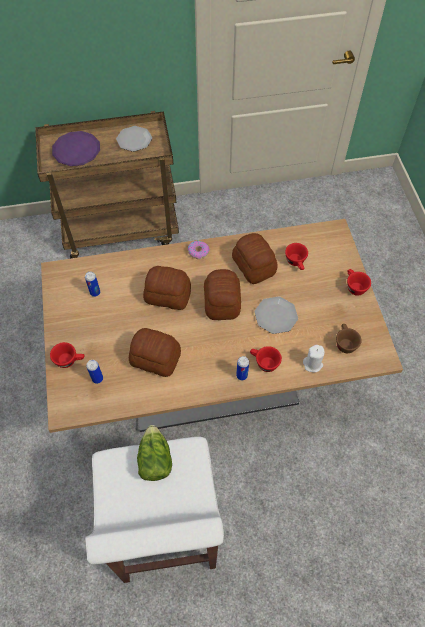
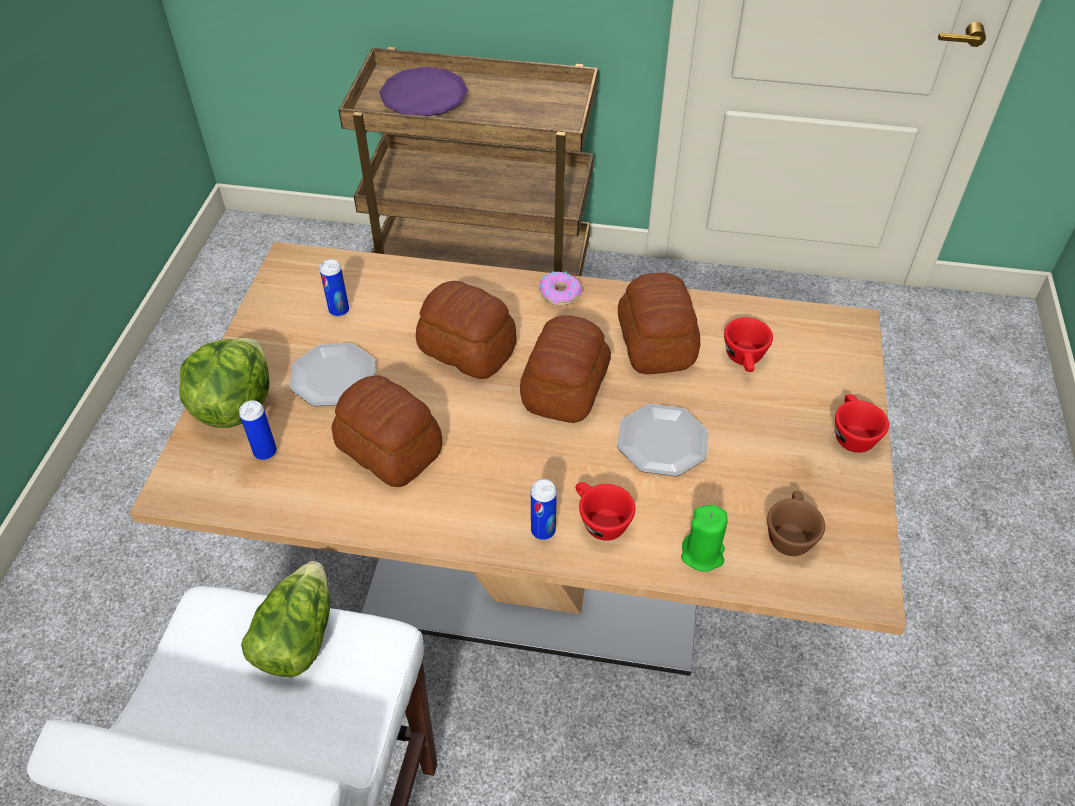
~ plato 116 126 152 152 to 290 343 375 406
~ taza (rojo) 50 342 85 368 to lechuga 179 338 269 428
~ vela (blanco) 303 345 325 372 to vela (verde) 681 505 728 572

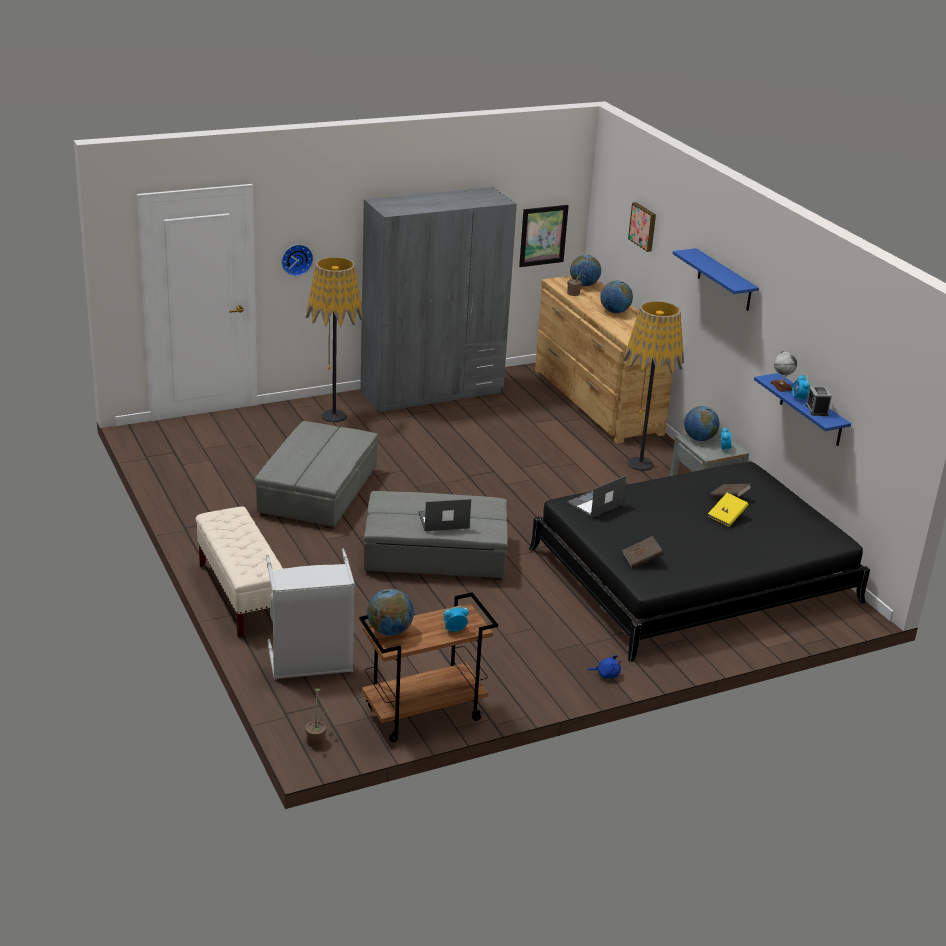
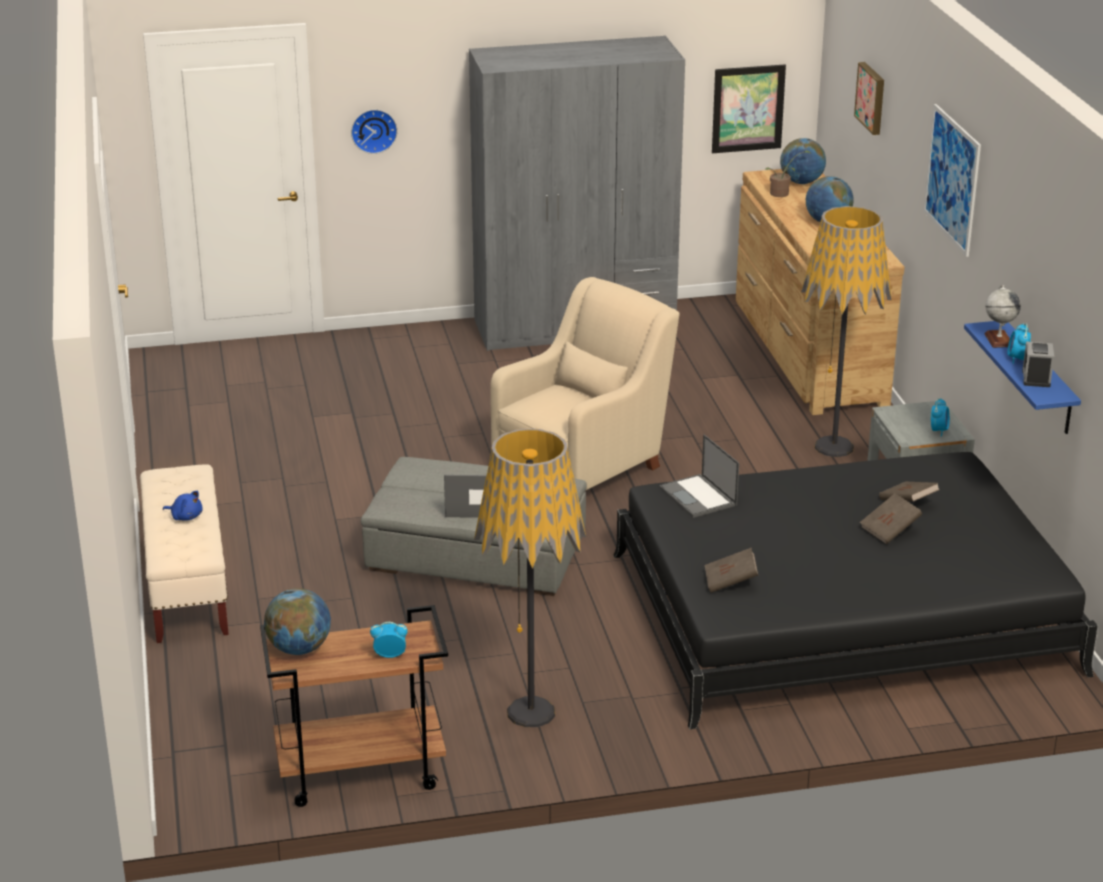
- puf (gris) 254 421 378 529
- cesto de la ropa (gris) 266 548 355 680
- planta en maceta 305 689 328 748
- globo terráqueo 684 406 720 441
+ sillón (beis) 490 277 680 491
~ lámpara de pie 306 257 364 423 to 474 429 586 727
~ peluche (azul) 587 655 621 679 to 163 491 203 521
~ estante (azul) 673 248 759 311 to cuadro 923 104 981 257
~ libro (amarillo) 708 493 749 527 to libro (marrón) 860 493 922 544
~ portátil 567 475 626 518 = 659 434 739 518 90 degrees counterclockwise

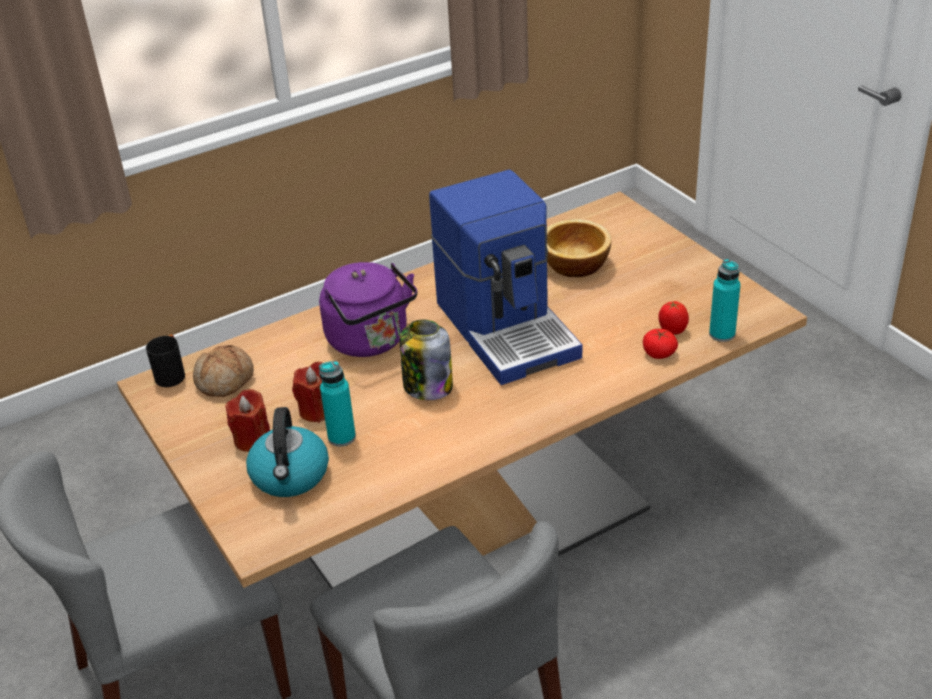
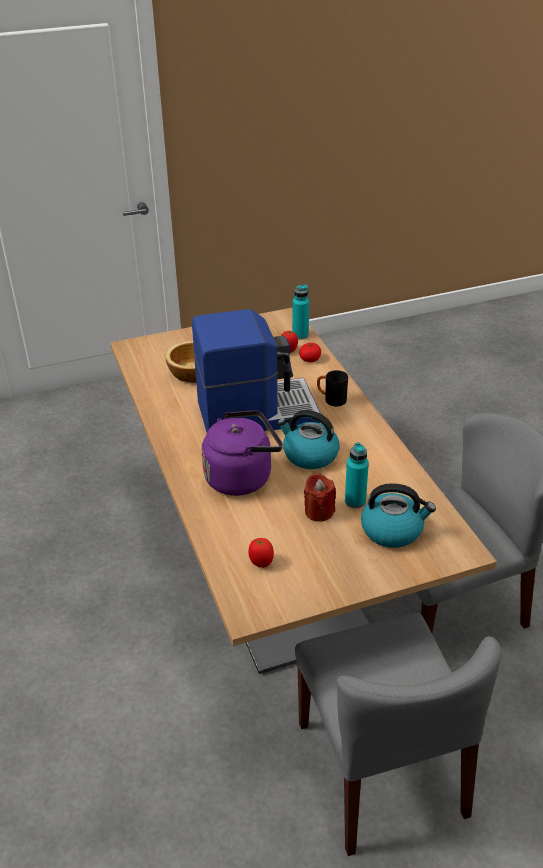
- vela (rojo) 226 389 270 452
~ taza grande (negro) 146 335 185 387 to 317 370 348 407
~ pan 193 345 254 397 to tomate 248 538 274 568
~ tarro 400 319 453 400 to hervidor 277 410 340 469

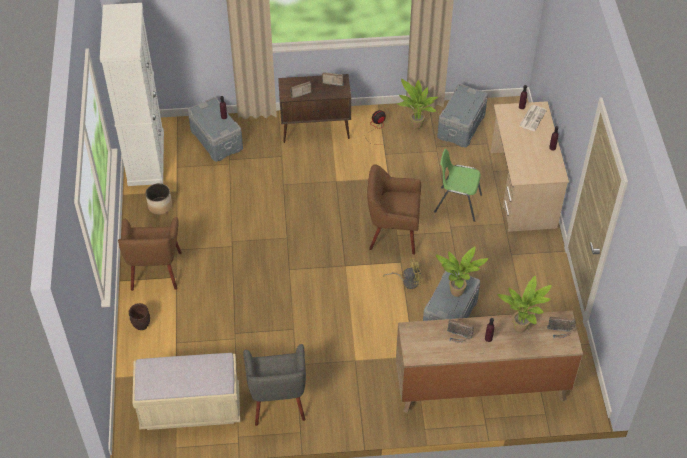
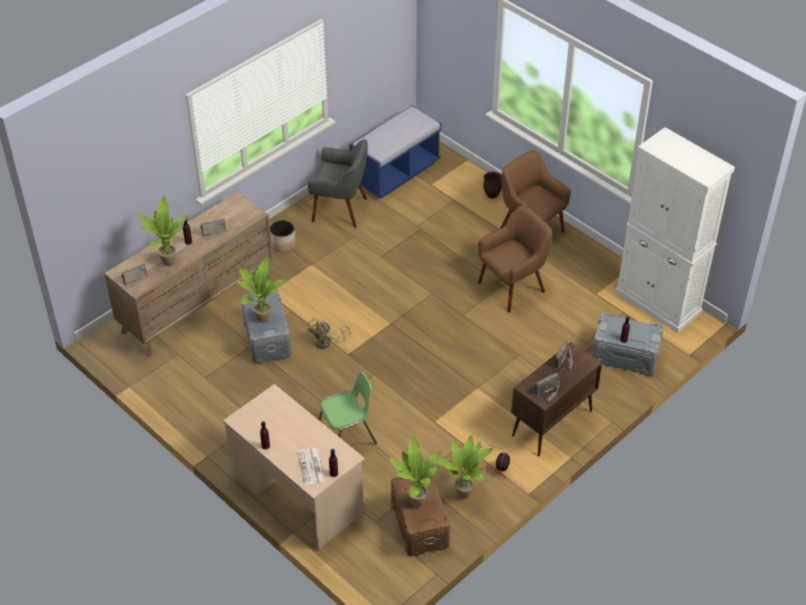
+ planta en maceta 389 435 441 507
~ maceta 145 183 172 215 to 270 220 296 252
~ sillón (marrón) 367 164 421 255 to 478 205 552 313
~ banco (beis) 132 353 240 430 to banco (azul) 349 105 441 199
~ caja de almacenaje (gris) 437 84 488 148 to caja de almacenaje (marrón) 391 475 450 556
~ sillón (gris) 243 344 306 426 = 308 139 368 228 150 degrees clockwise

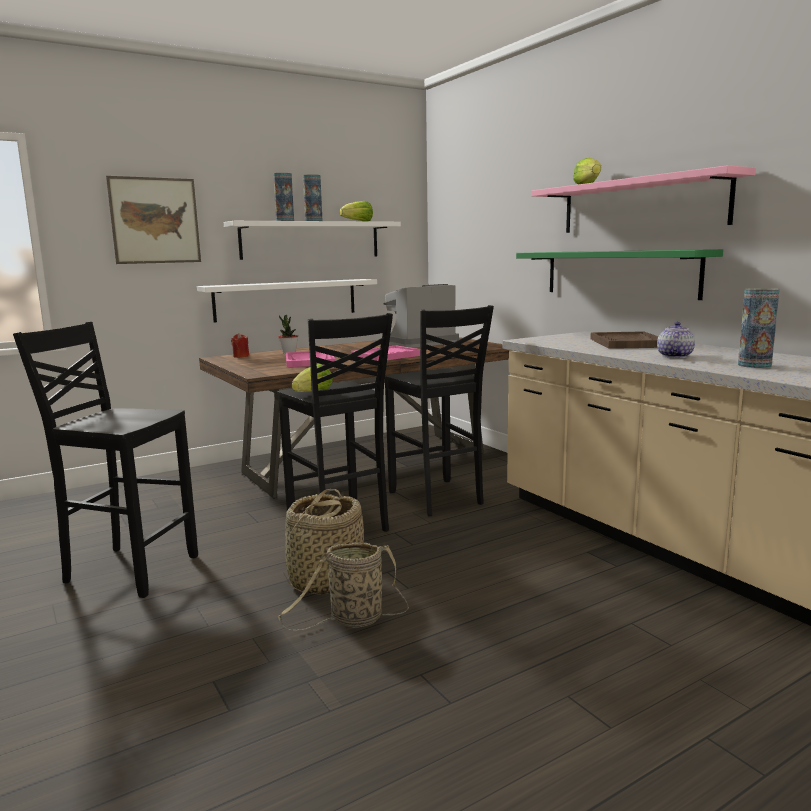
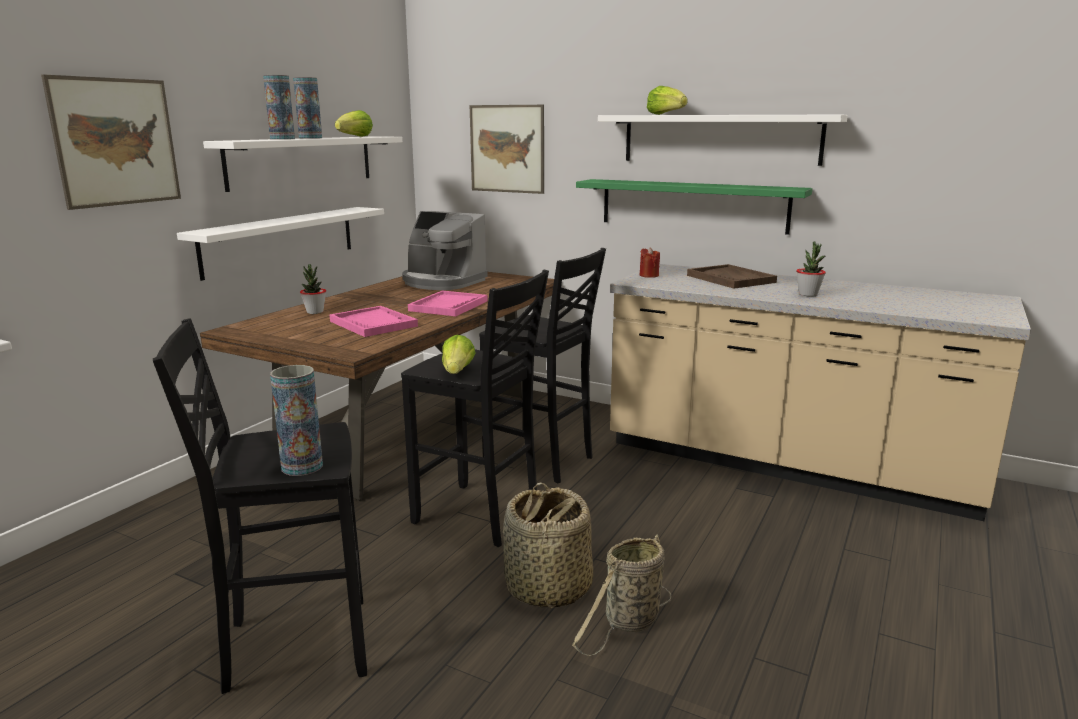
+ cuadro 470 105 544 194
~ vela (rojo) 231 333 249 358 to 640 247 660 278
~ florero 738 288 780 368 to 270 365 323 476
~ tetera 657 322 695 358 to planta en maceta 796 242 826 297
~ estante (rosa) 531 165 756 233 to estante (blanco) 598 115 848 166
~ cafetera 383 284 459 348 = 402 211 488 290 90 degrees counterclockwise

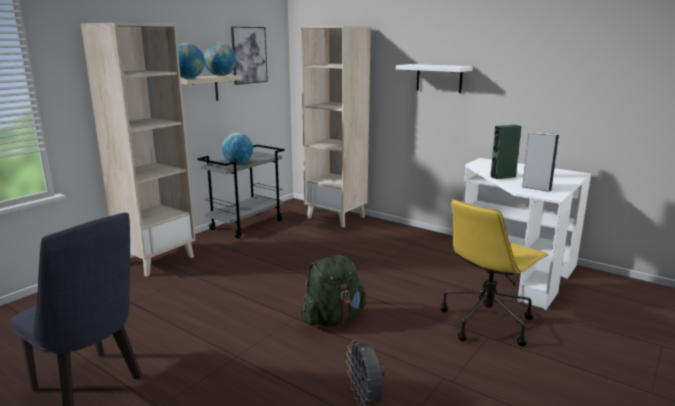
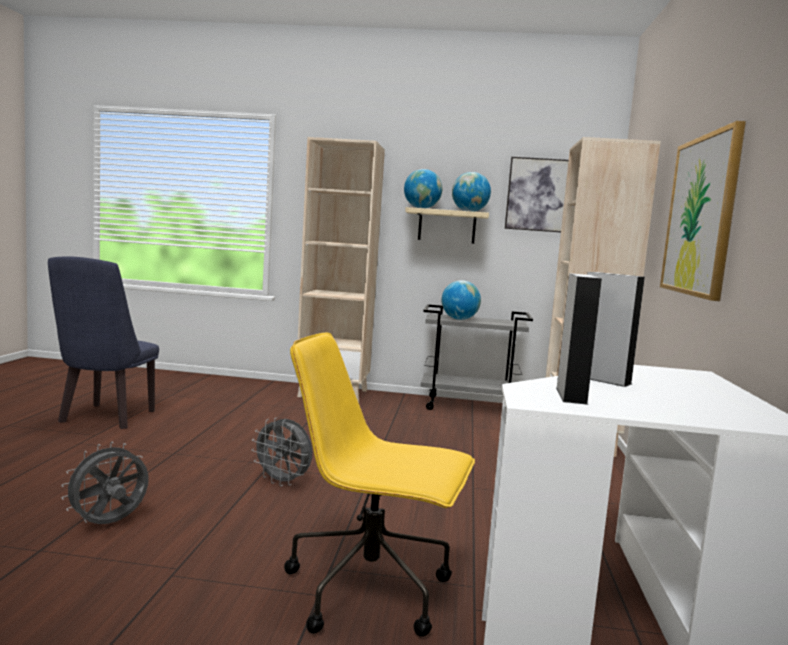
~ mochila (verde) 301 255 366 326 to ventilador (gris) 251 417 312 486
~ estante (blanco) 396 64 473 93 to cuadro 660 121 746 301
~ altavoz (verde) 490 125 522 179 to altavoz (gris) 587 272 645 387

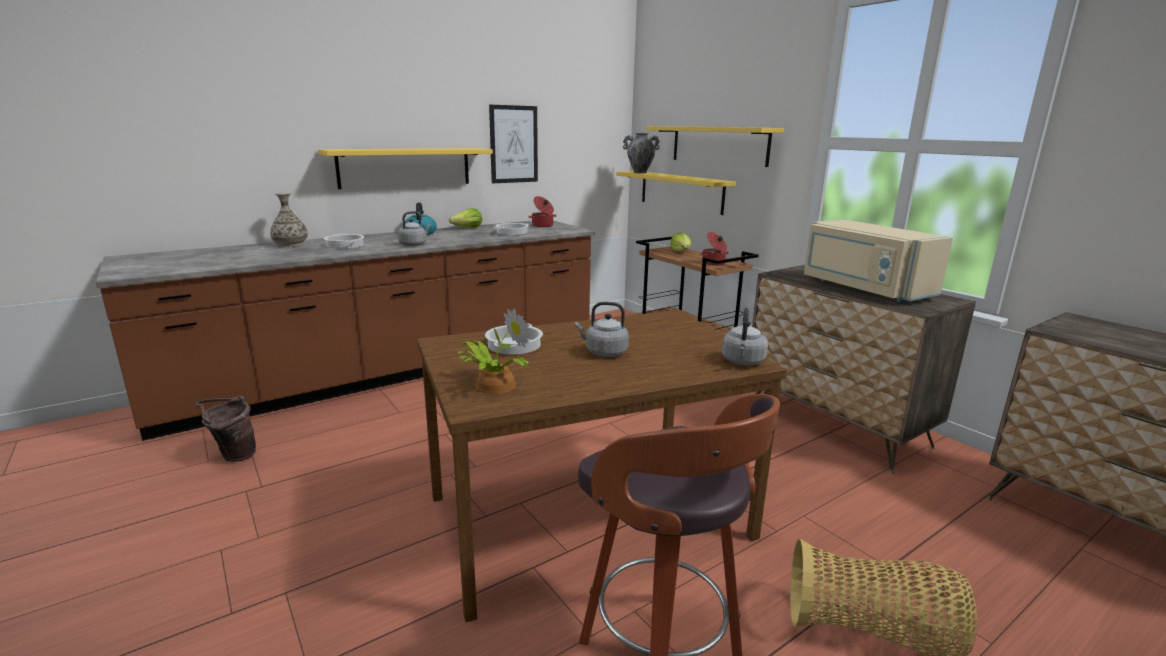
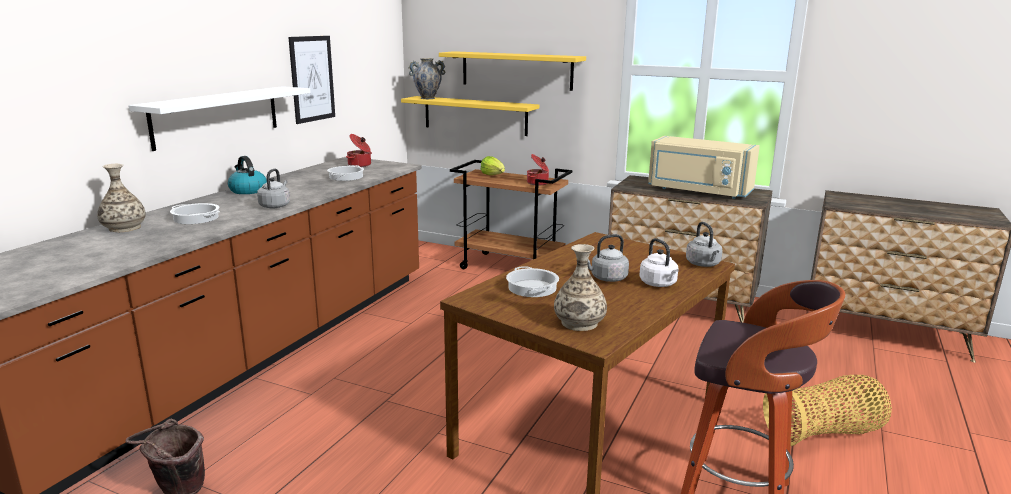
- lechuga 449 208 482 228
+ hervidor (blanco) 639 238 679 287
~ planta en maceta 458 308 530 394 to florero 554 244 607 331
~ estante (amarillo) 318 148 493 189 to estante (blanco) 128 86 311 151

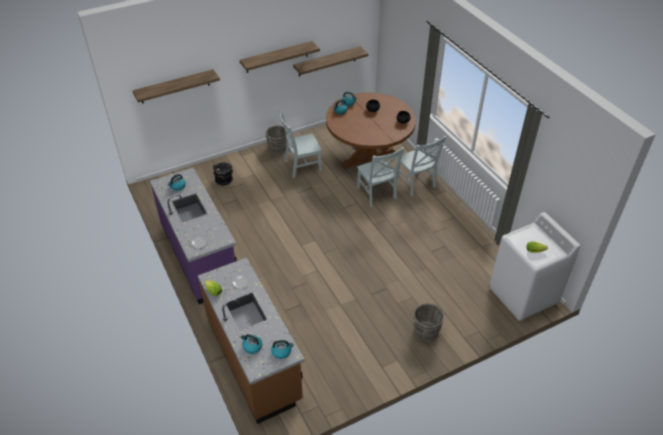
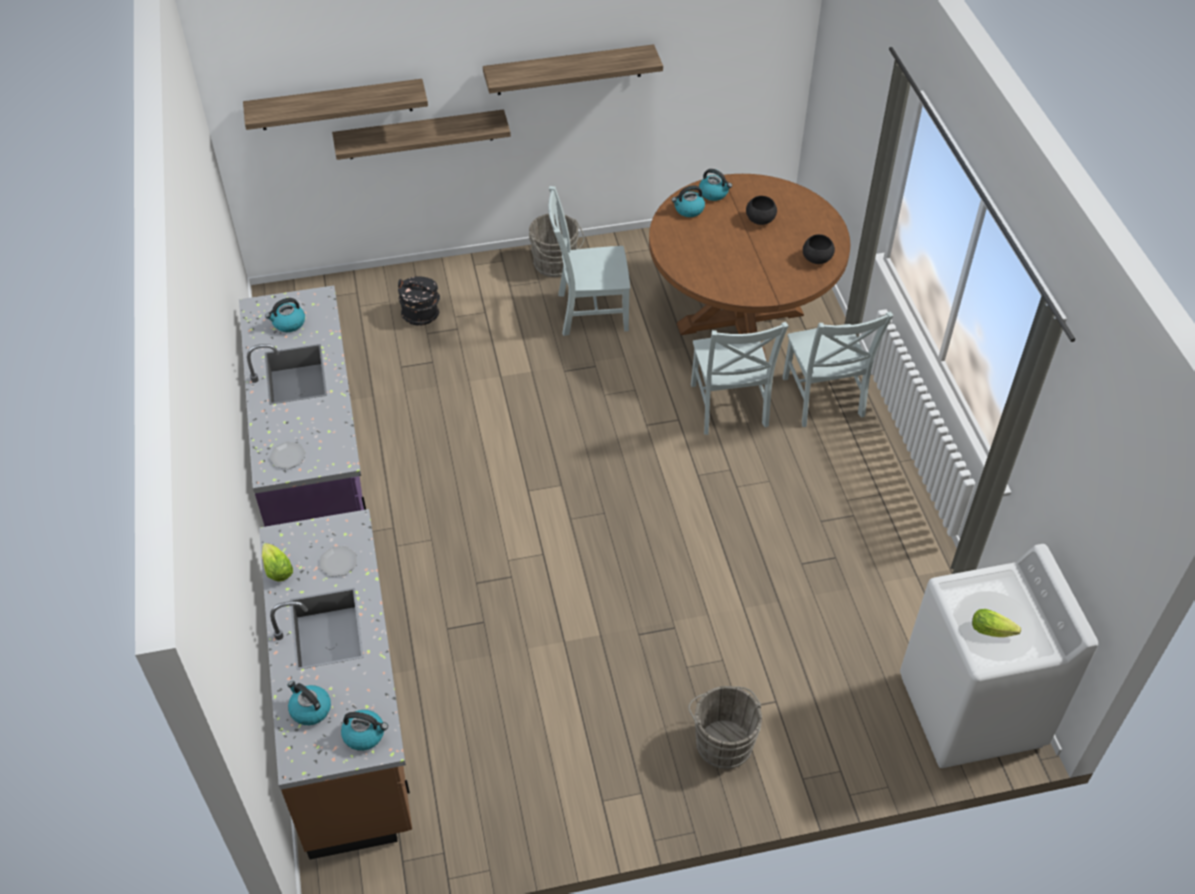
~ estante 293 46 368 77 to 332 109 511 160

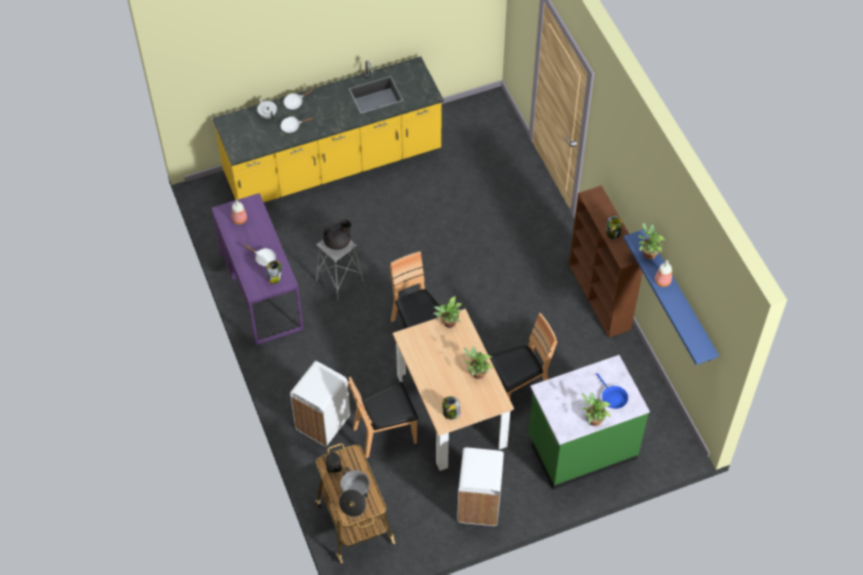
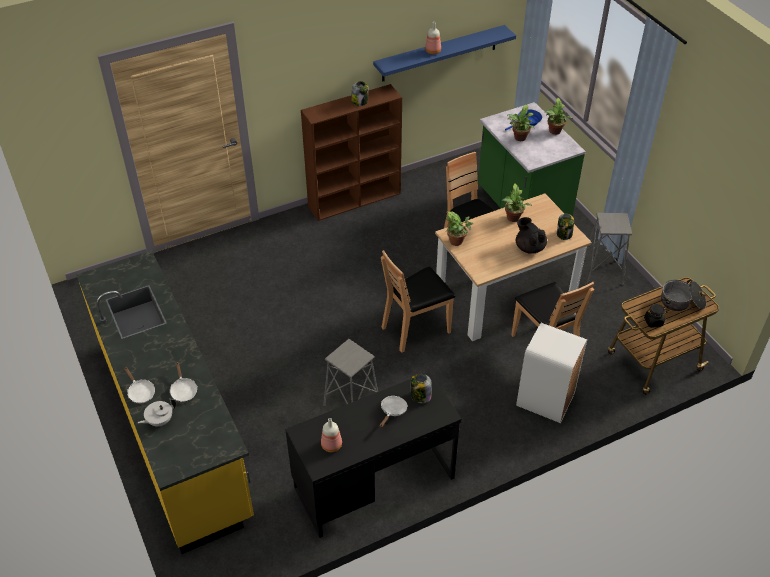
~ tetera (negro) 323 220 351 250 to 516 217 547 254
~ planta en maceta 638 222 665 260 to 508 105 535 141
~ papelera (blanco) 457 448 504 526 to taburete (gris) 585 213 632 285
~ escritorio (morado) 211 193 304 345 to escritorio (negro) 285 372 462 538

